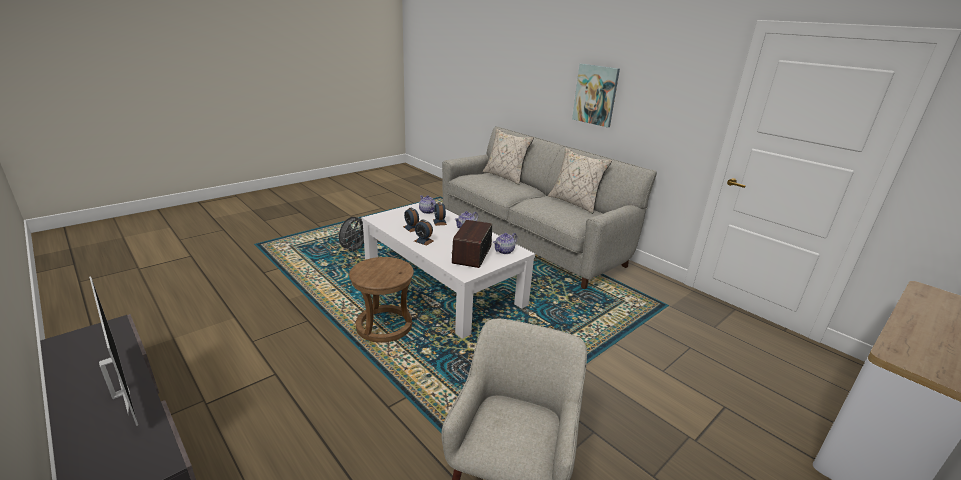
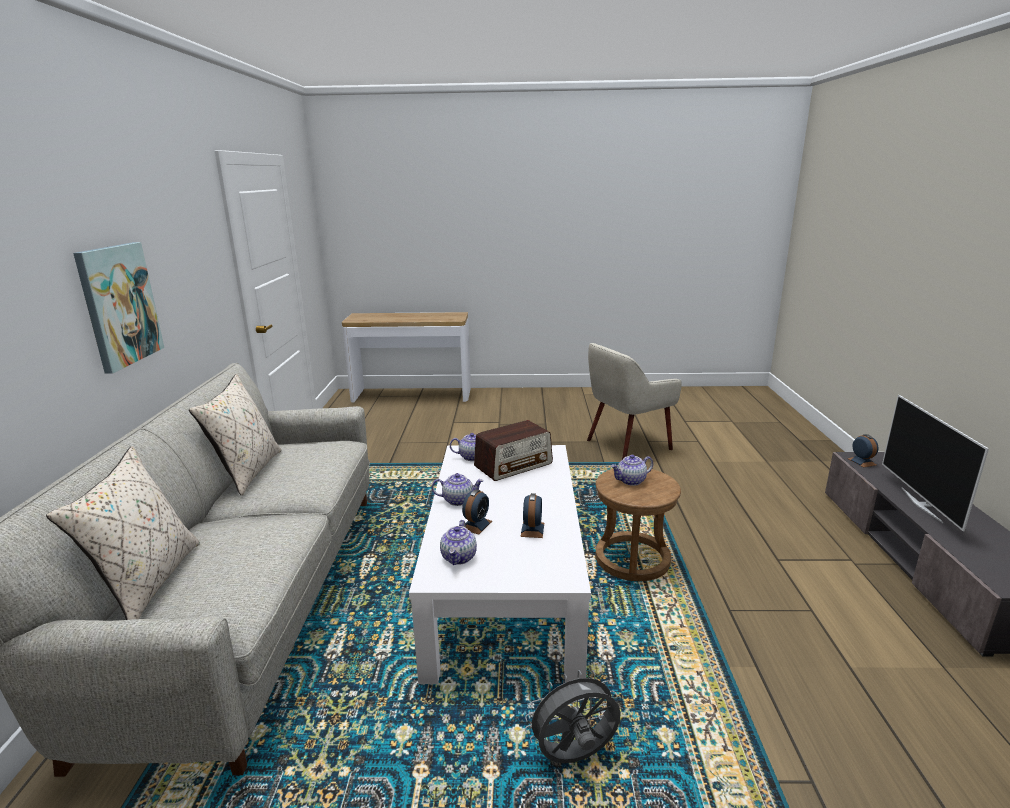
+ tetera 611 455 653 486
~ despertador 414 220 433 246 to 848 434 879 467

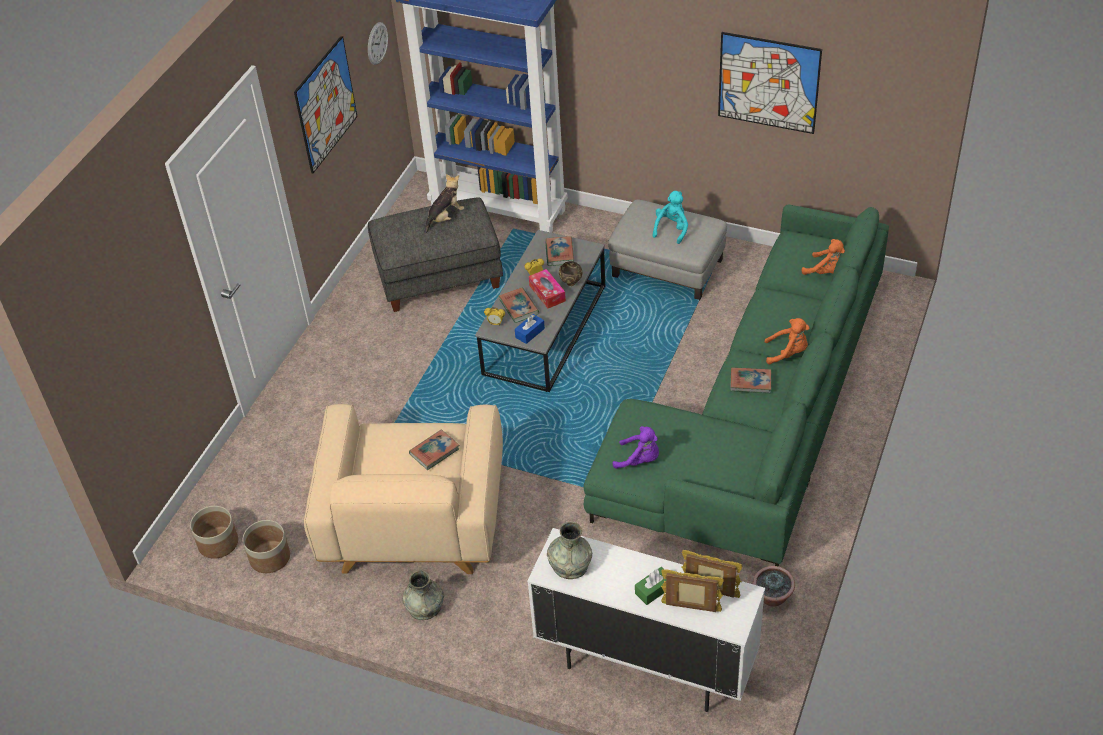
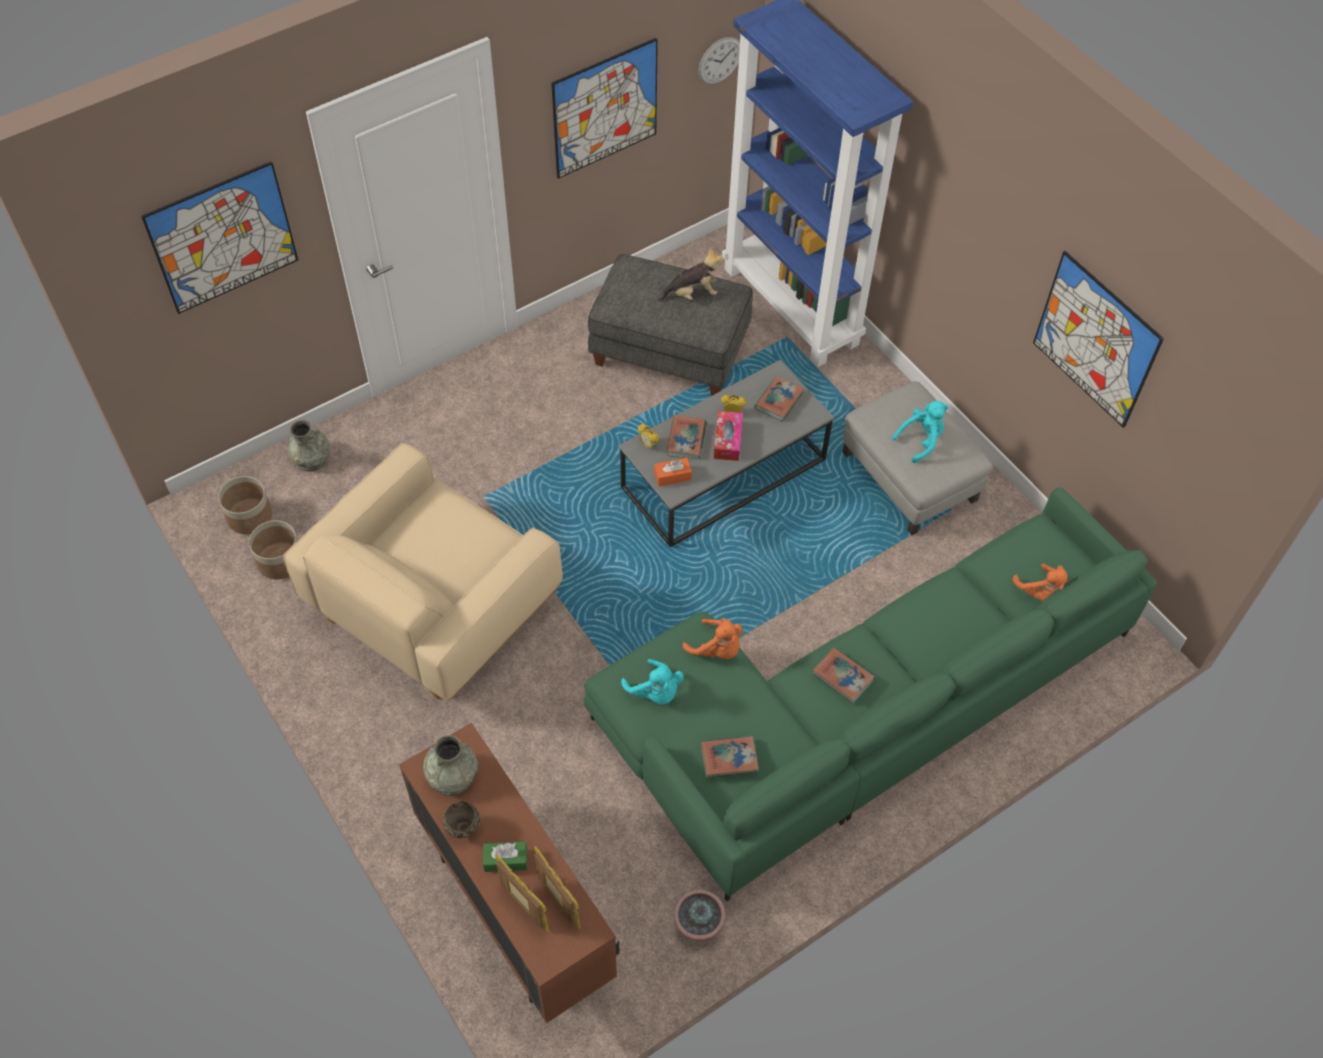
+ cuadro 141 161 298 314
~ florero (gris) 402 571 444 620 to 288 420 330 471
~ libro 409 430 460 470 to 701 736 759 778
~ cuenco (marrón) 559 261 582 286 to 442 801 480 838
~ peluche (naranja) 765 318 810 365 to 682 618 742 659
~ caja de pañuelos (azul) 515 314 545 344 to caja de pañuelos (naranja) 654 458 692 487
~ armario (blanco) 527 528 765 712 to armario (marrón) 399 723 620 1023
~ peluche (morado) 613 426 659 469 to peluche (turquesa) 621 659 684 705

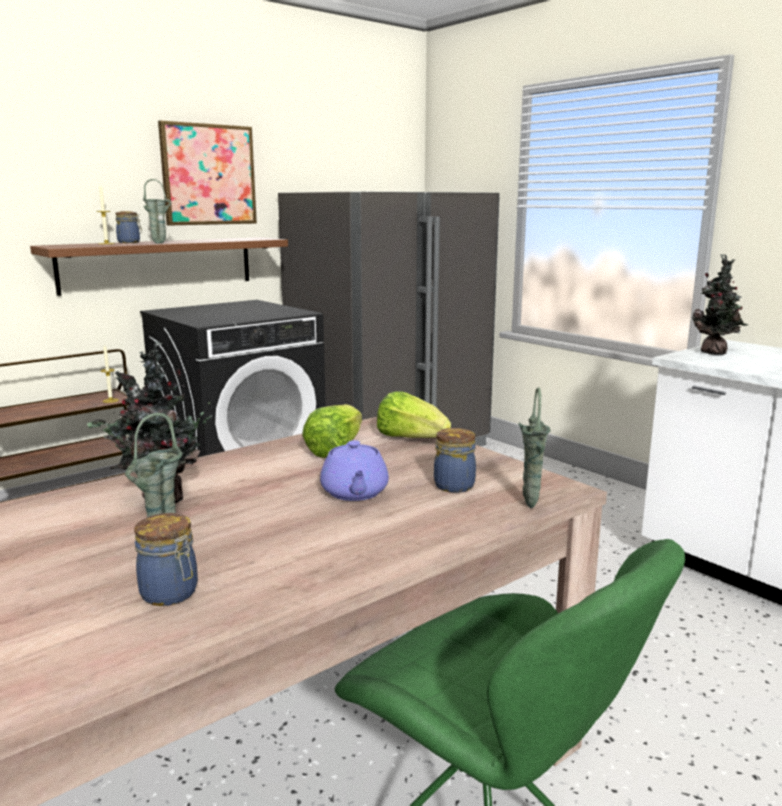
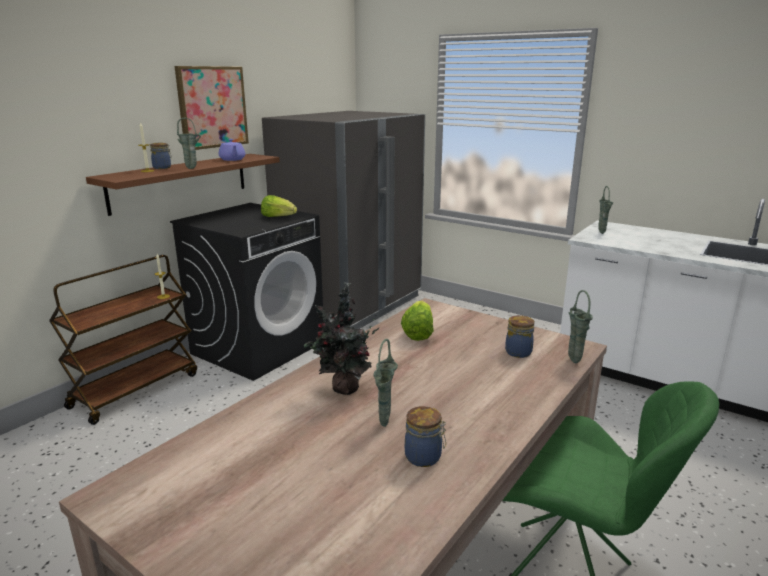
~ tetera (morado) 320 440 389 501 to 219 139 245 161
~ lechuga 377 391 451 438 to 261 195 297 217
~ planta en maceta 692 254 748 355 to florero (verde) 598 186 613 234

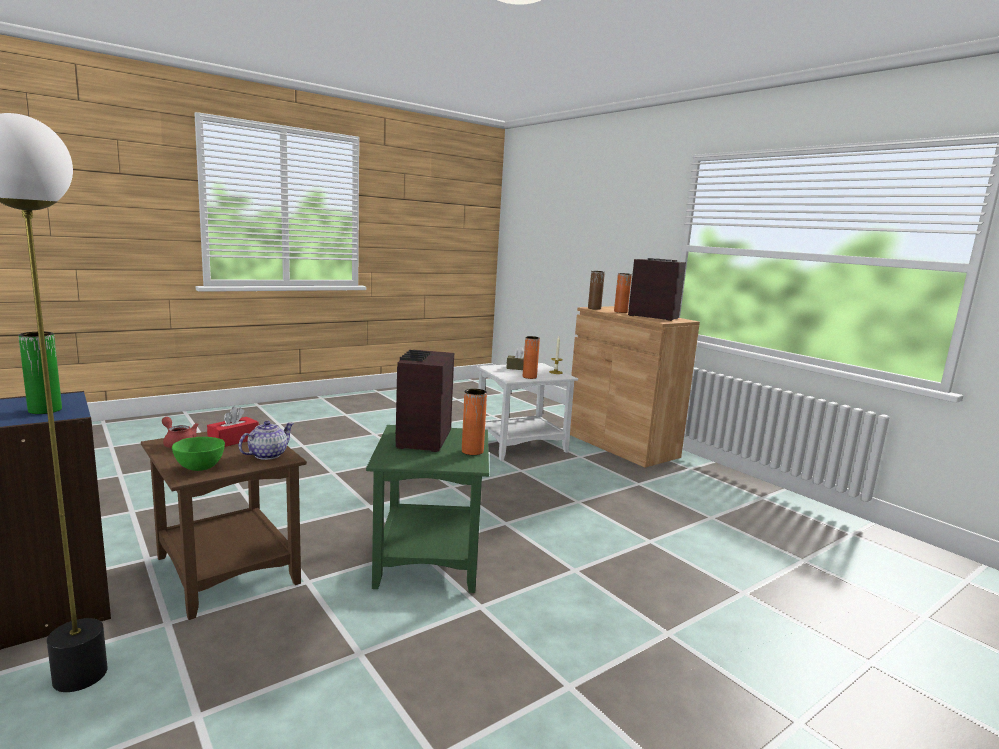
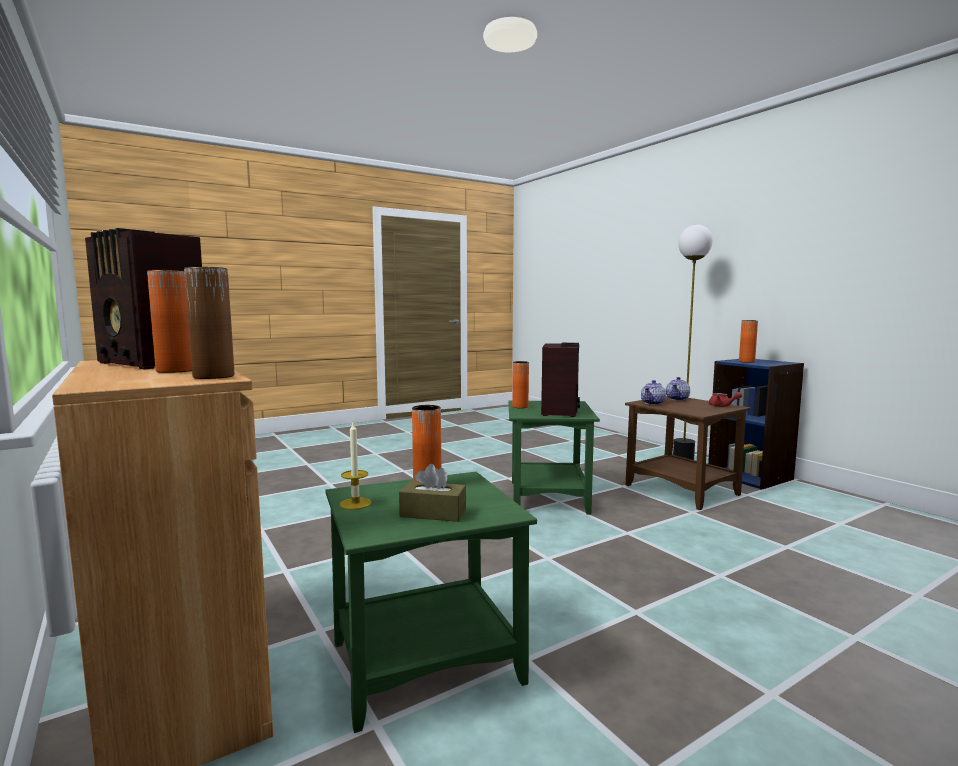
- caja de pañuelos (rojo) 207 406 259 447
~ cuenco (verde) 172 437 225 471 to tetera 666 377 690 401
~ florero (verde) 18 332 62 414 to florero (naranja) 739 320 758 363
~ mesa auxiliar (blanco) 477 363 578 461 to mesa auxiliar (verde) 325 472 537 733

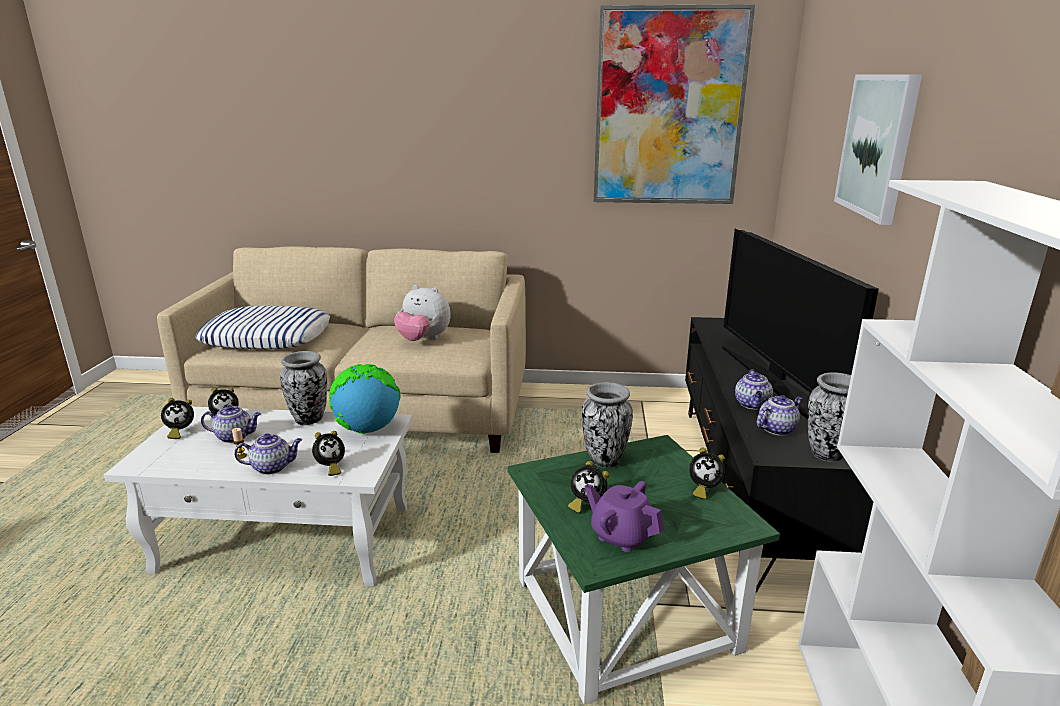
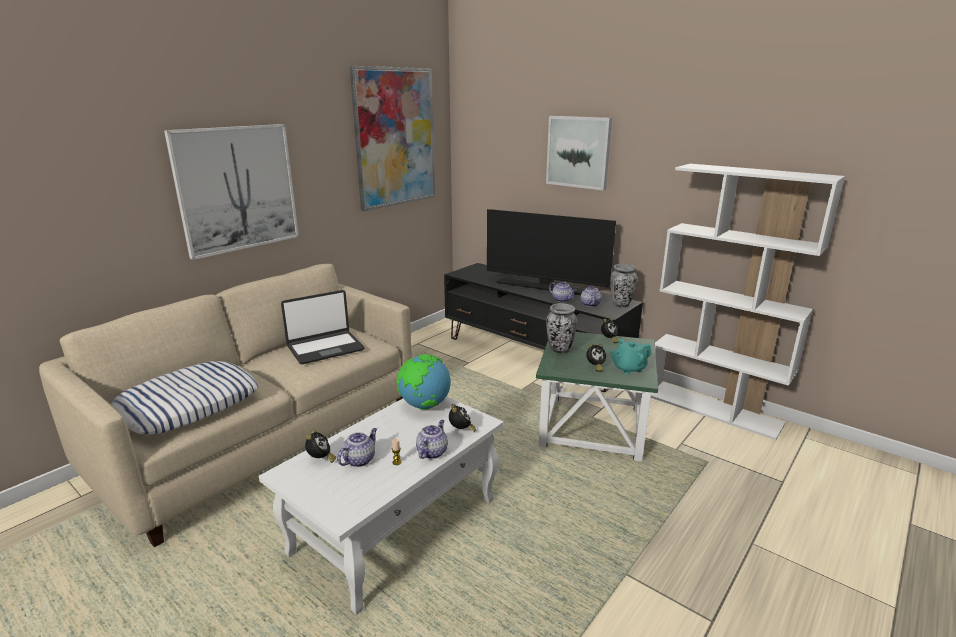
- despertador 161 398 194 439
- florero 280 351 327 425
+ cuadro 164 124 299 260
~ peluche 394 285 451 341 to portátil 281 290 365 364
~ tetera (morado) 585 481 664 552 to tetera (turquesa) 610 339 652 374

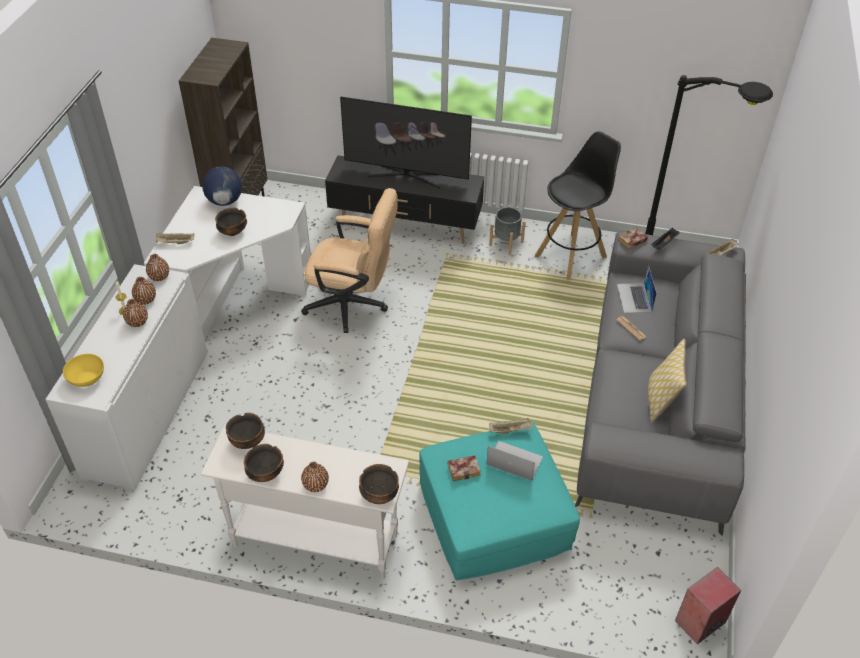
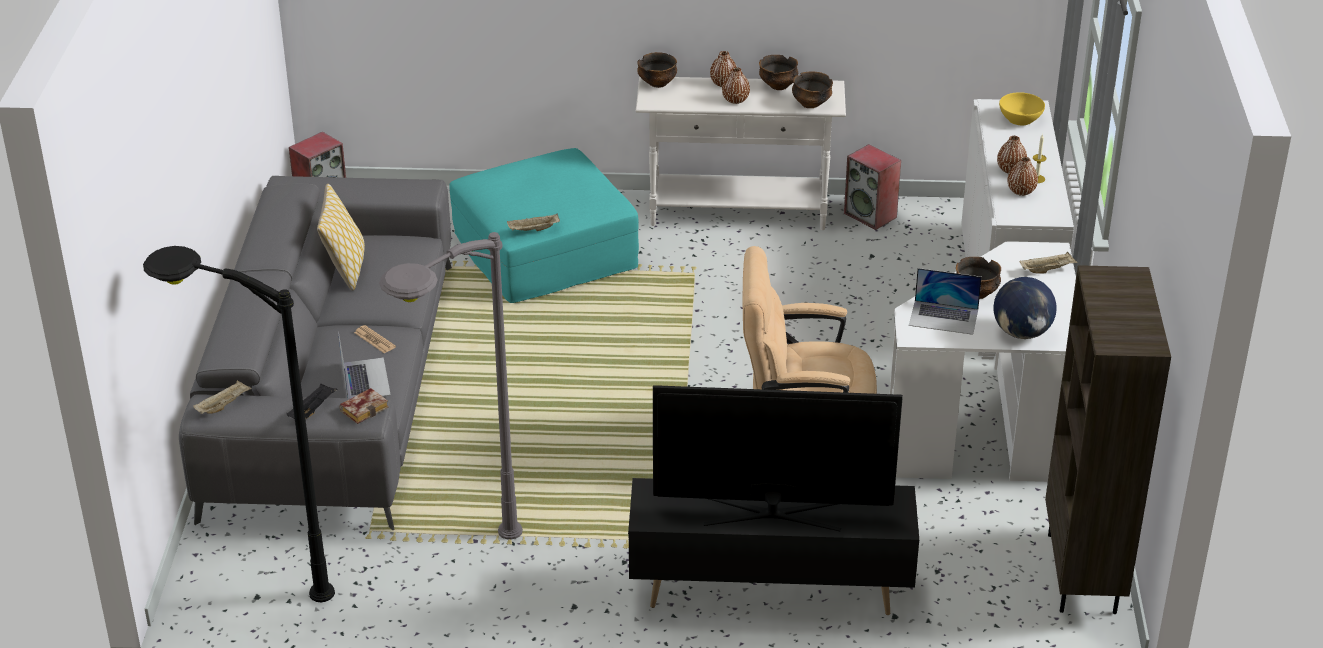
- libro 447 455 481 481
- maceta (gris) 489 207 526 255
+ altavoz 844 144 901 230
~ florero (marrón) 146 254 169 281 to 722 67 750 104
~ portátil 487 441 543 481 to 909 268 982 335
~ taburete (negro) 535 131 621 280 to lámpara de pie (gris) 379 232 523 539

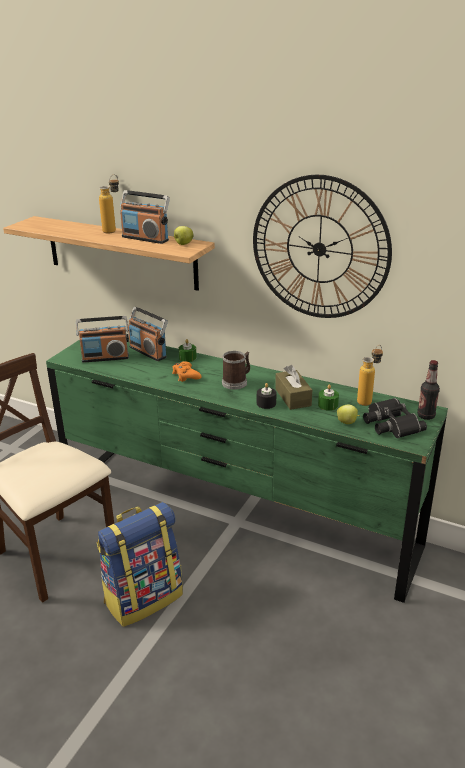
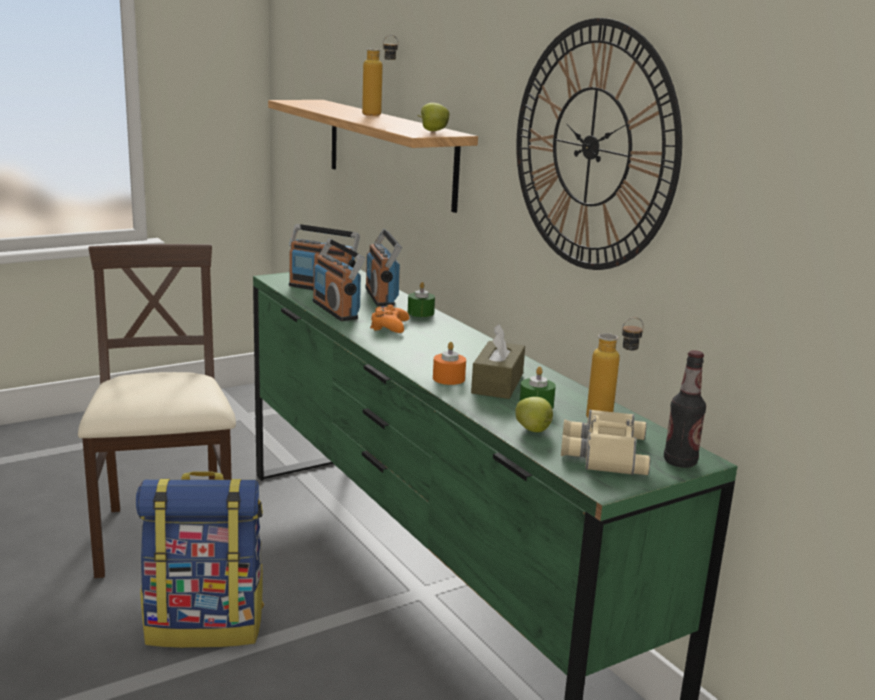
- taza grande 222 351 250 390
~ radio 120 190 170 244 to 313 238 365 321
~ vela (negro) 257 383 276 409 to vela (naranja) 433 342 466 385
~ prismáticos (negro) 363 398 427 438 to prismáticos (beis) 561 410 650 475

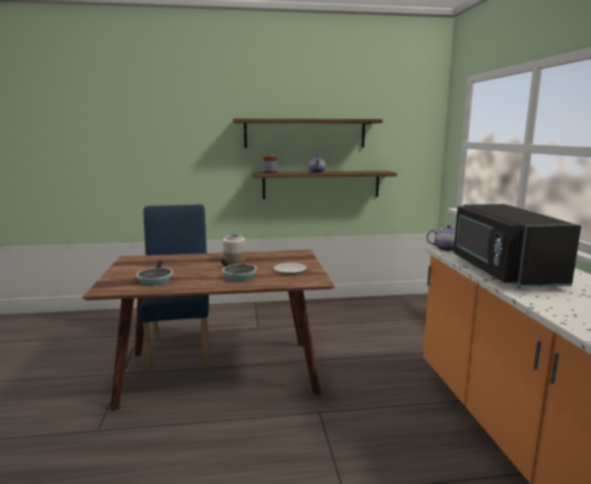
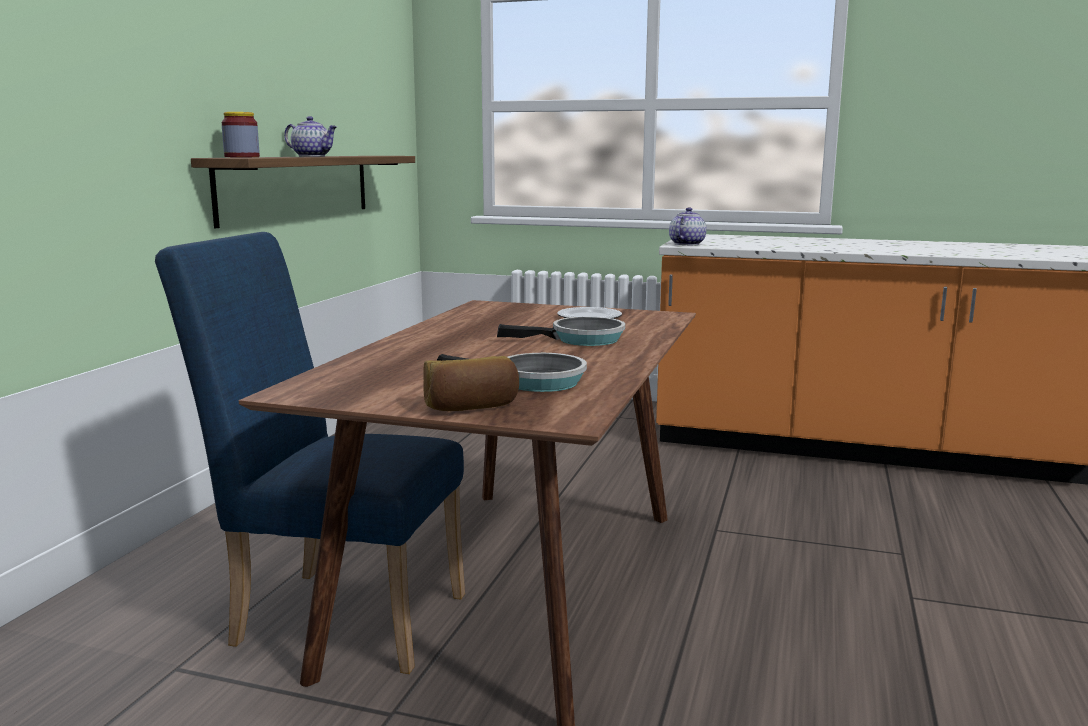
- tarro 222 234 246 263
- estante 233 119 383 148
- microondas (negro) 454 204 581 288
+ pan 423 356 519 411

